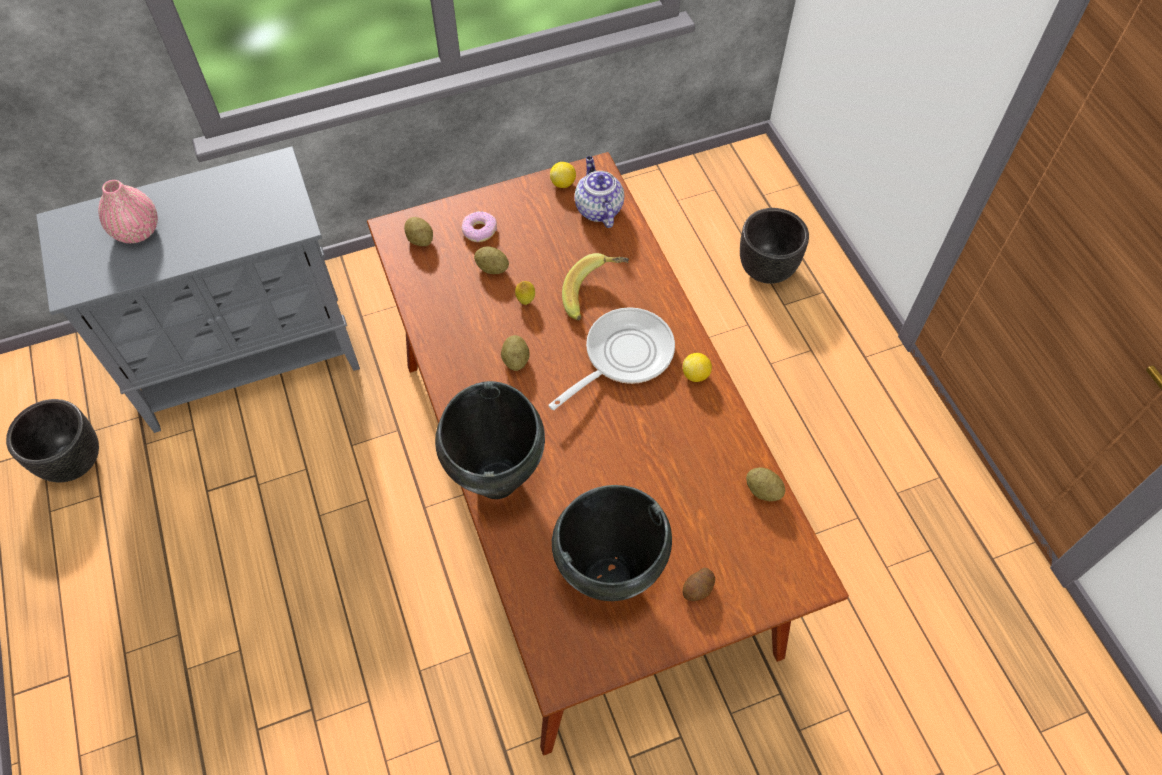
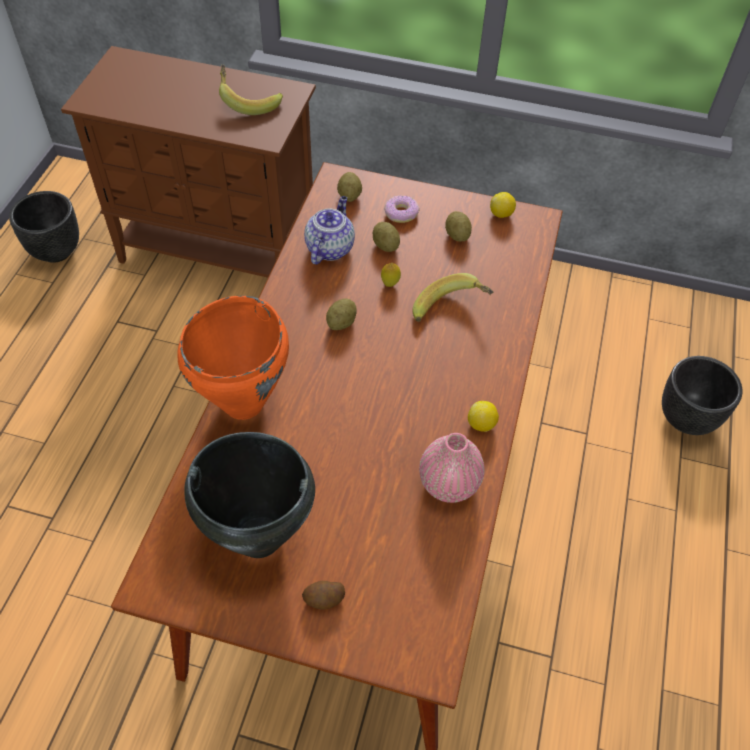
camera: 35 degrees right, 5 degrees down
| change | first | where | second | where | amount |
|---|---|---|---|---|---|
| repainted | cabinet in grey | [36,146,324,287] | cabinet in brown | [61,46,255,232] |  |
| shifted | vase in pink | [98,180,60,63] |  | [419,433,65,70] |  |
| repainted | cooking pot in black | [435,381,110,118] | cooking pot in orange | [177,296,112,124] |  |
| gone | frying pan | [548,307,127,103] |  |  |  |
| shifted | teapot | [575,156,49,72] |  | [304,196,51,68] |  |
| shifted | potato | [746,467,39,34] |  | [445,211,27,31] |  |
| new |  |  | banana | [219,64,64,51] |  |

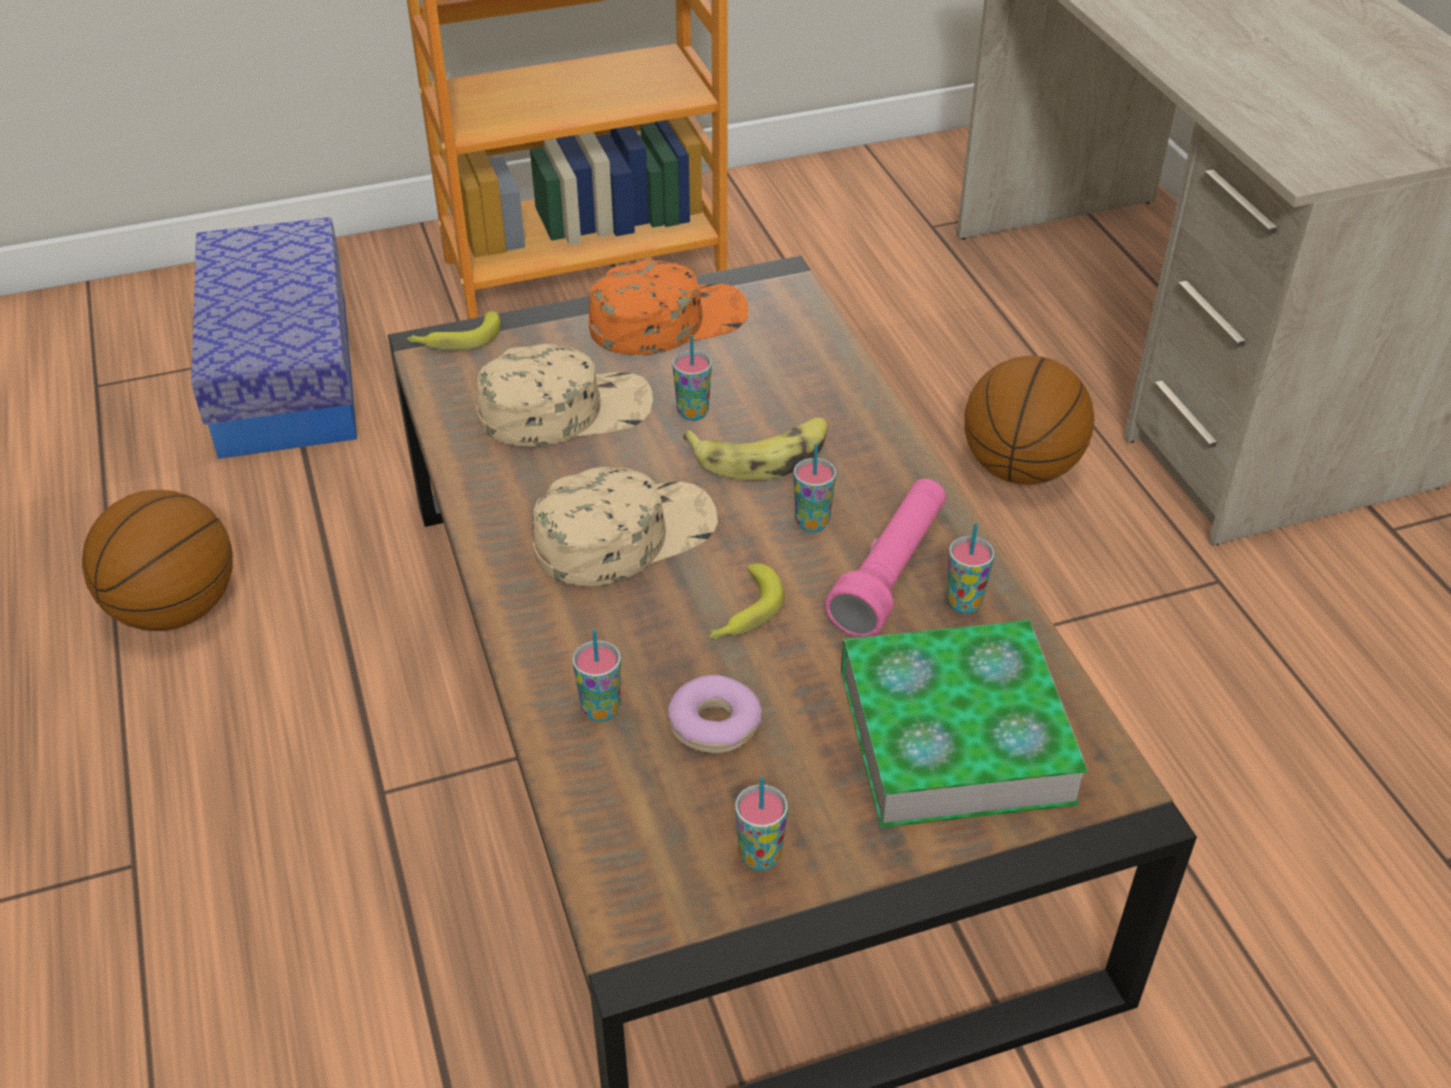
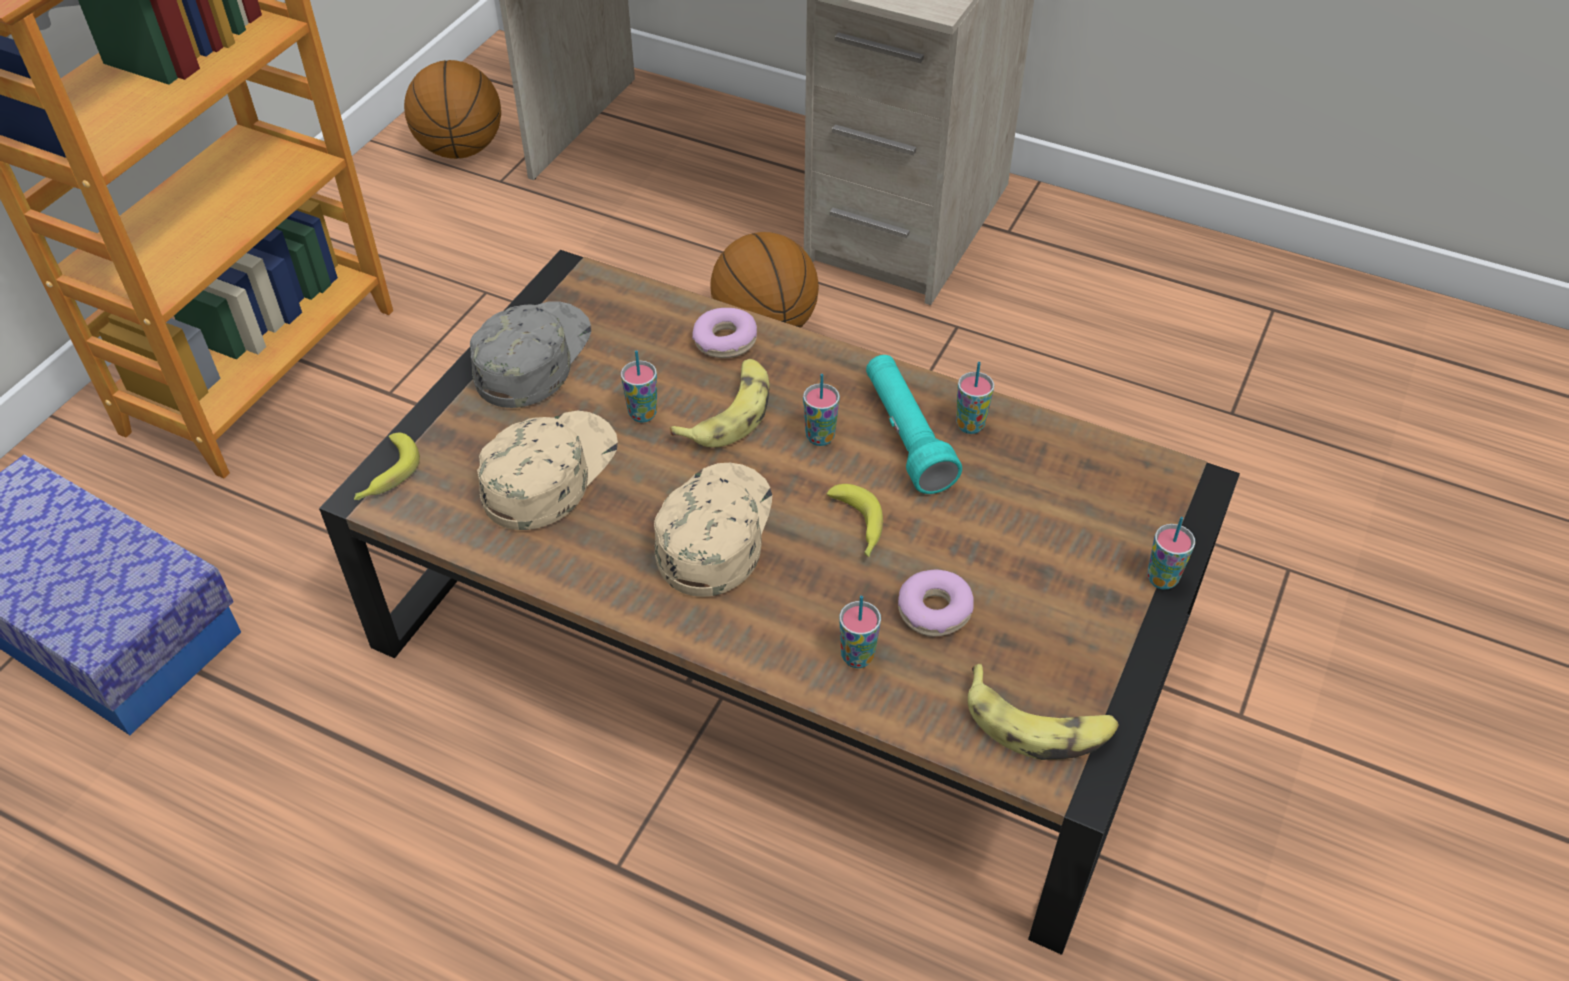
camera: 45 degrees left, 5 degrees up
| change | first | where | second | where | amount |
|---|---|---|---|---|---|
| shifted | basketball | [82,490,151,141] |  | [404,60,97,99] |  |
| repainted | cap in orange | [589,260,159,95] | cap in grey | [470,301,121,107] |  |
| shifted | cup | [735,777,53,94] |  | [1147,517,48,73] |  |
| repainted | flashlight in pink | [825,479,121,158] | flashlight in turquoise | [866,355,96,139] |  |
| gone | book | [841,620,247,208] |  |  |  |
| new |  |  | donut | [692,308,65,50] |  |
| new |  |  | banana | [968,663,151,97] |  |

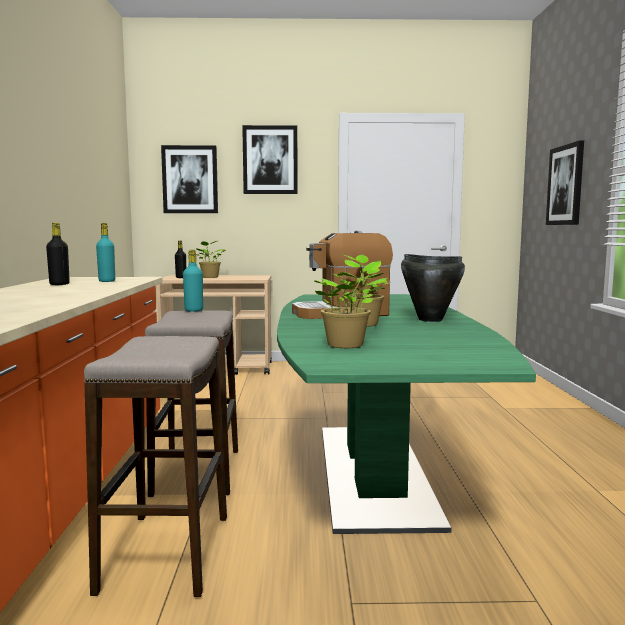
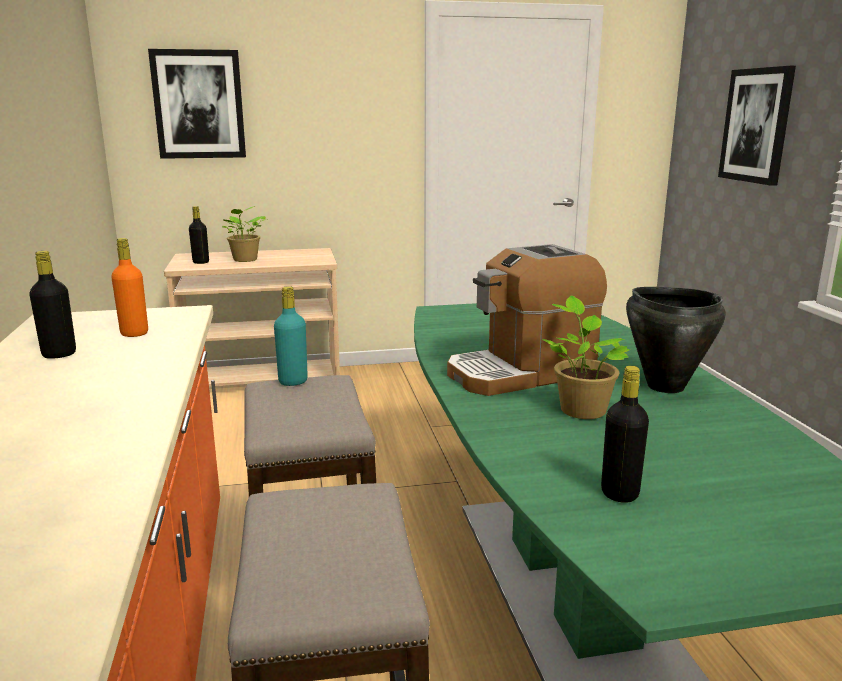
camera: 10 degrees left, 10 degrees up
| change | first | where | second | where | amount |
|---|---|---|---|---|---|
| repainted | bottle in turquoise | [96,223,19,59] | bottle in orange | [111,238,37,99] |  |
| gone | picture | [242,125,56,69] |  |  |  |
| swapped | potted plant | [313,260,74,88] | bottle in black | [601,366,48,137] |  |

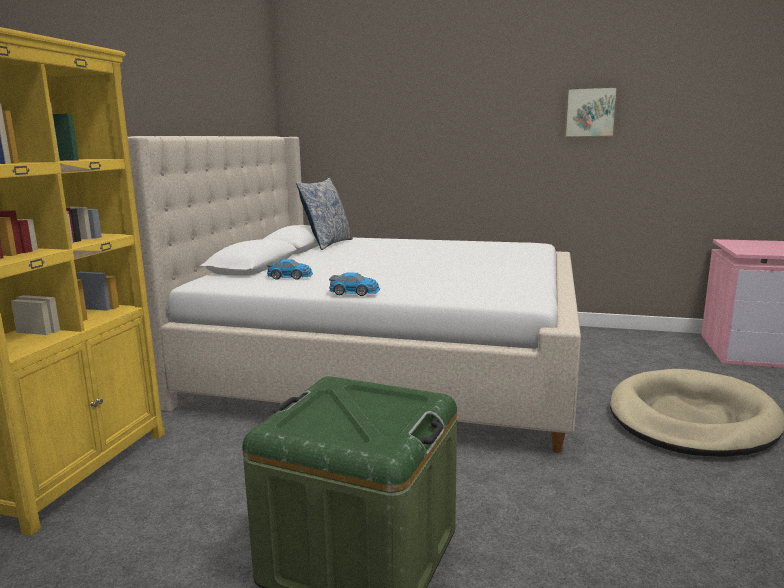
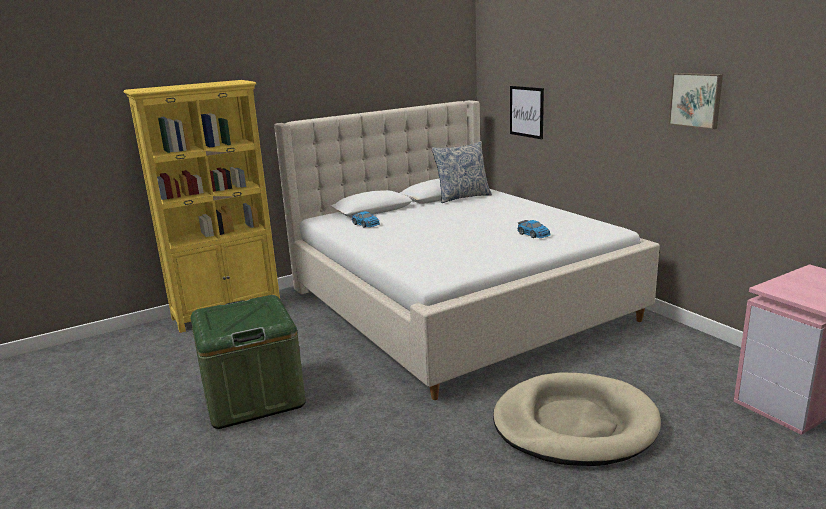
camera: 45 degrees right, 5 degrees up
| change | first | where | second | where | amount |
|---|---|---|---|---|---|
| shifted | toy car | [329,272,51,24] |  | [517,220,34,18] |  |
| new |  |  | picture | [510,86,34,53] |  |

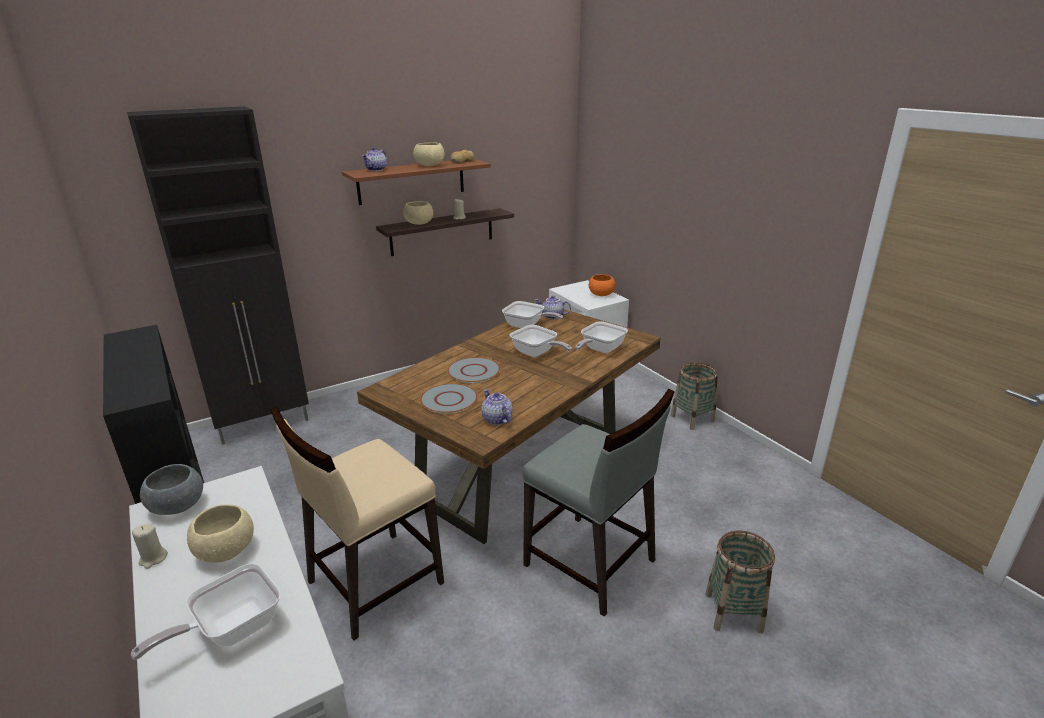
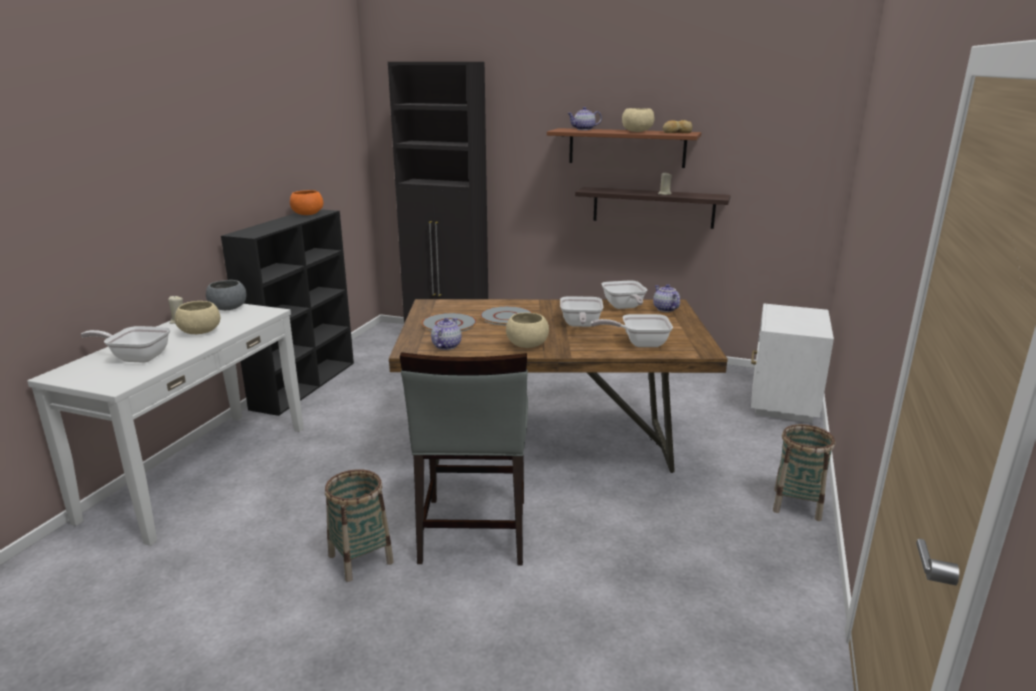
camera: 50 degrees right, 5 degrees down
| change | first | where | second | where | amount |
|---|---|---|---|---|---|
| gone | chair in beige | [270,406,174,235] |  |  |  |
| shifted | bowl in beige | [403,201,30,24] |  | [506,313,43,35] |  |
| shifted | bowl in orange | [589,274,26,22] |  | [290,190,33,25] |  |
| shifted | basket | [705,530,70,104] |  | [325,469,69,113] |  |

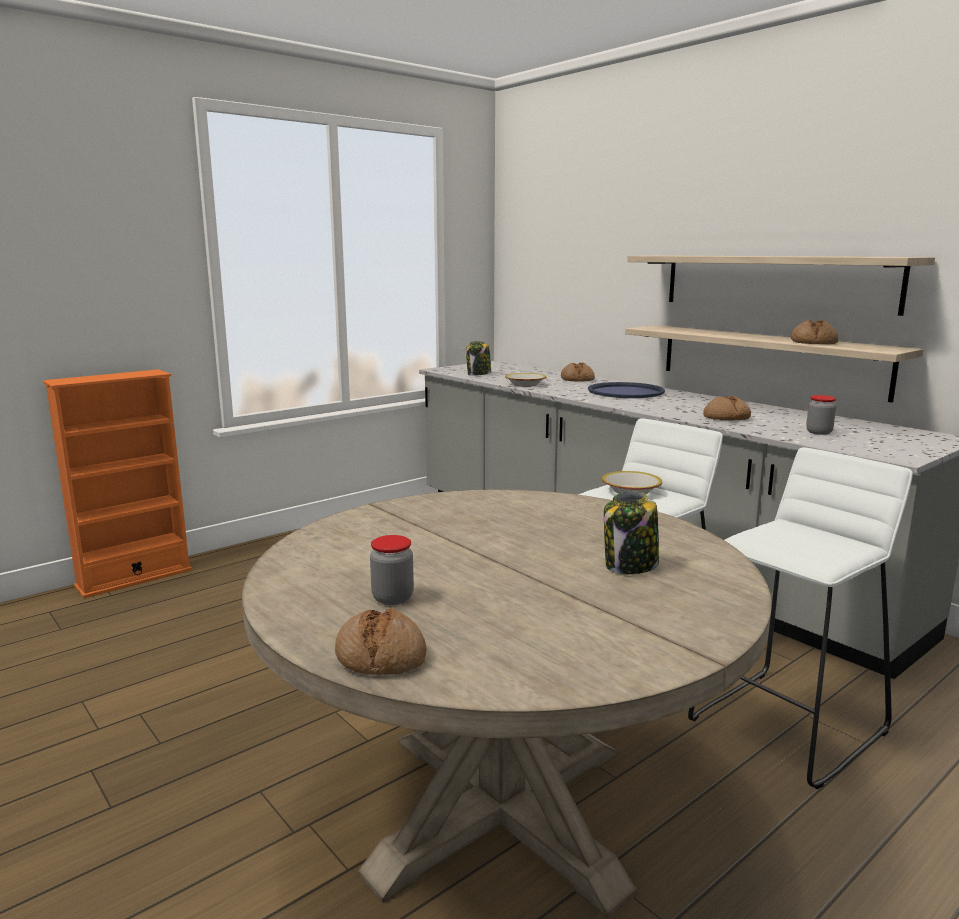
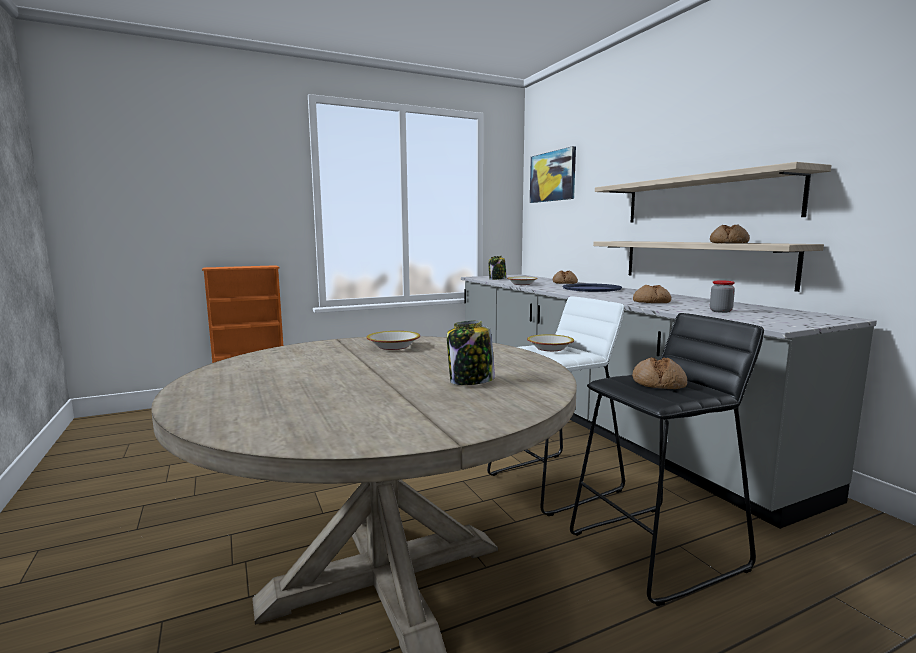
camera: 15 degrees right, 5 degrees down
| change | first | where | second | where | amount |
|---|---|---|---|---|---|
| shifted | bread | [335,608,92,67] |  | [632,357,55,32] |  |
| gone | jar | [370,535,44,70] |  |  |  |
| repainted | stool in white | [688,447,225,342] | stool in black | [570,313,194,293] |  |
| new |  |  | bowl | [367,331,53,19] |  |
| new |  |  | picture | [530,146,46,57] |  |

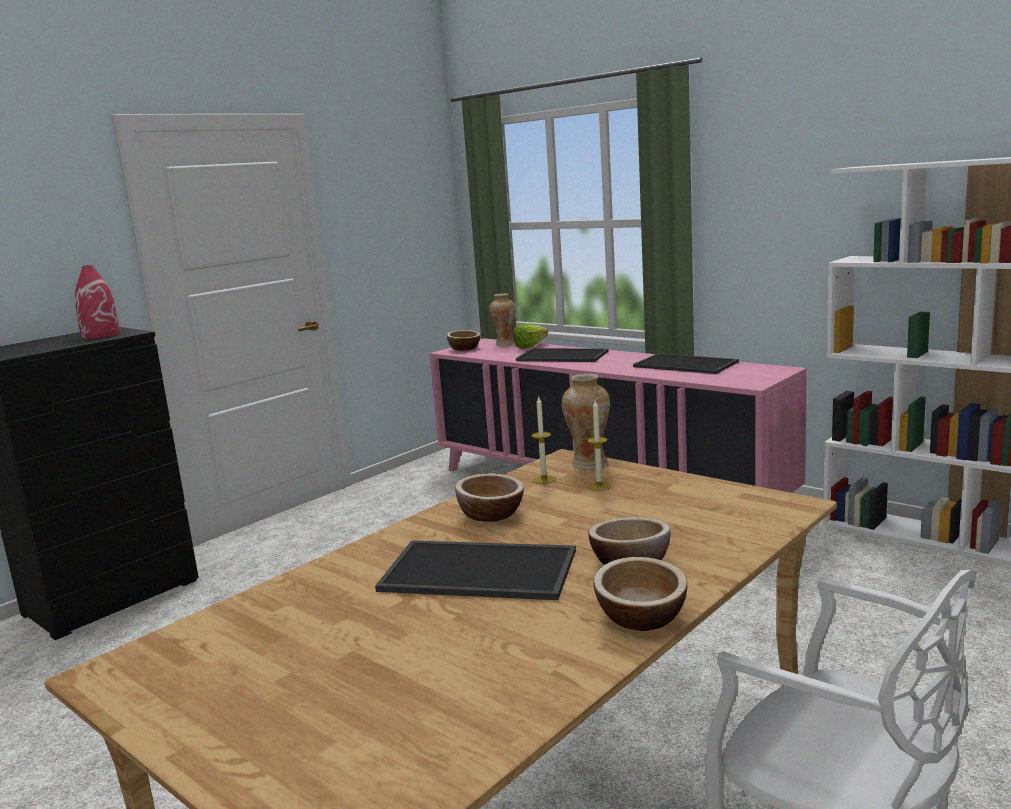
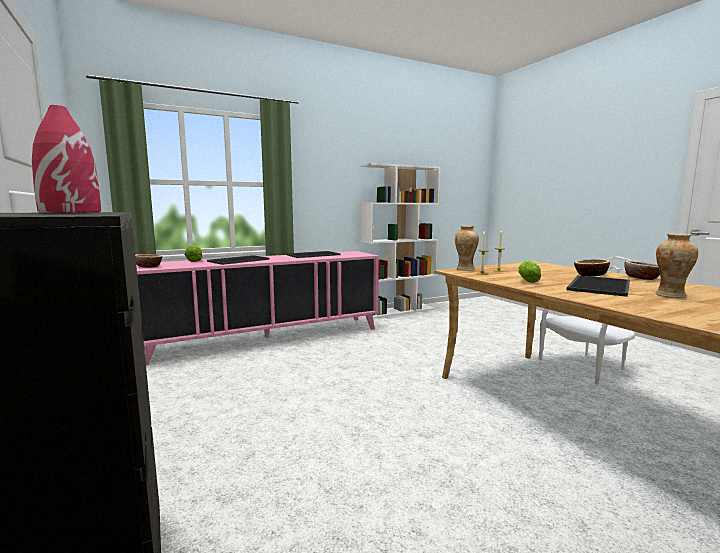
camera: 70 degrees left, 5 degrees down
| change | first | where | second | where | amount |
|---|---|---|---|---|---|
| swapped | bowl | [455,474,69,48] | lettuce | [518,261,23,22] |  |
| shifted | vase | [489,293,27,53] |  | [655,234,43,64] |  |

